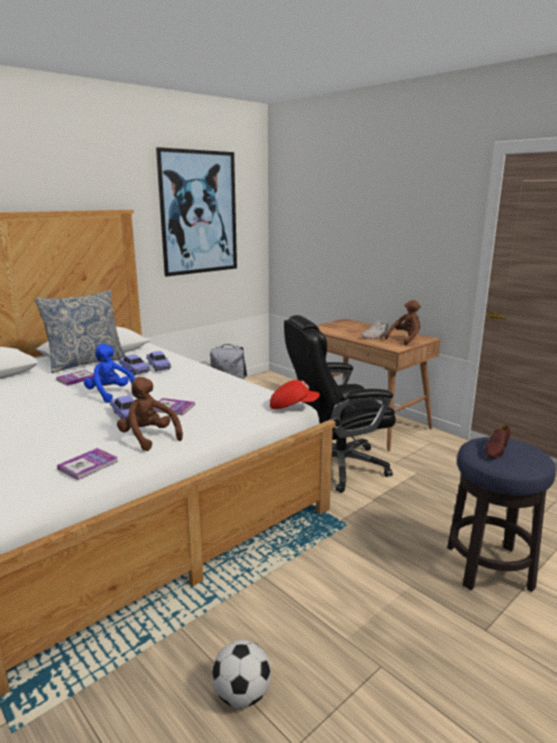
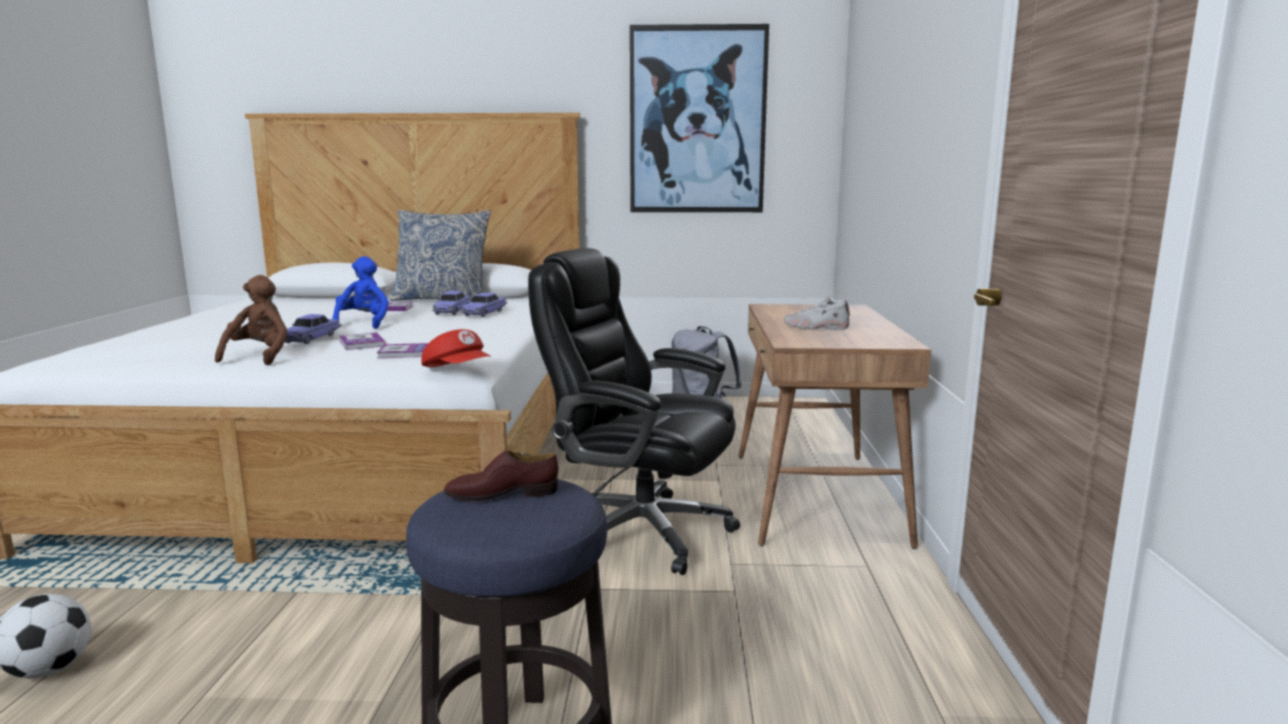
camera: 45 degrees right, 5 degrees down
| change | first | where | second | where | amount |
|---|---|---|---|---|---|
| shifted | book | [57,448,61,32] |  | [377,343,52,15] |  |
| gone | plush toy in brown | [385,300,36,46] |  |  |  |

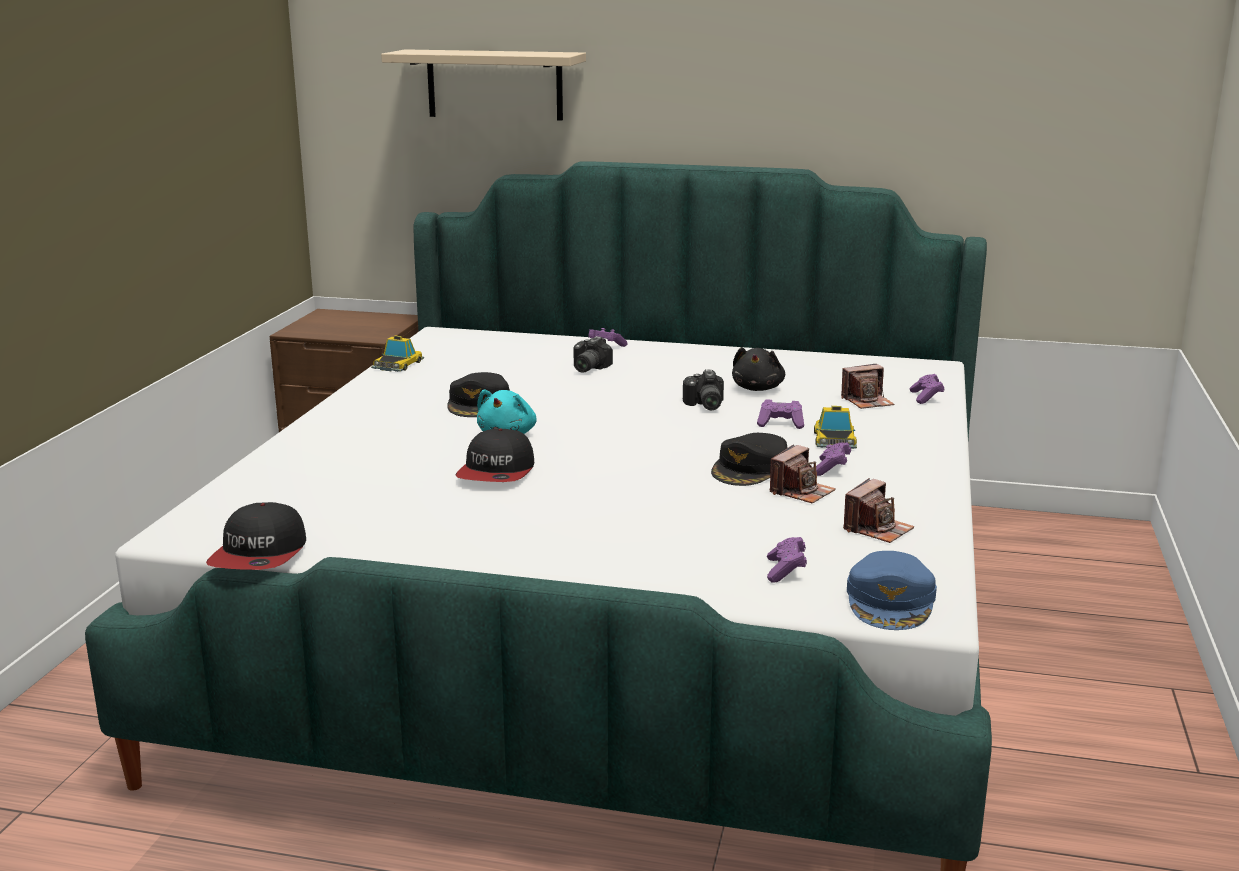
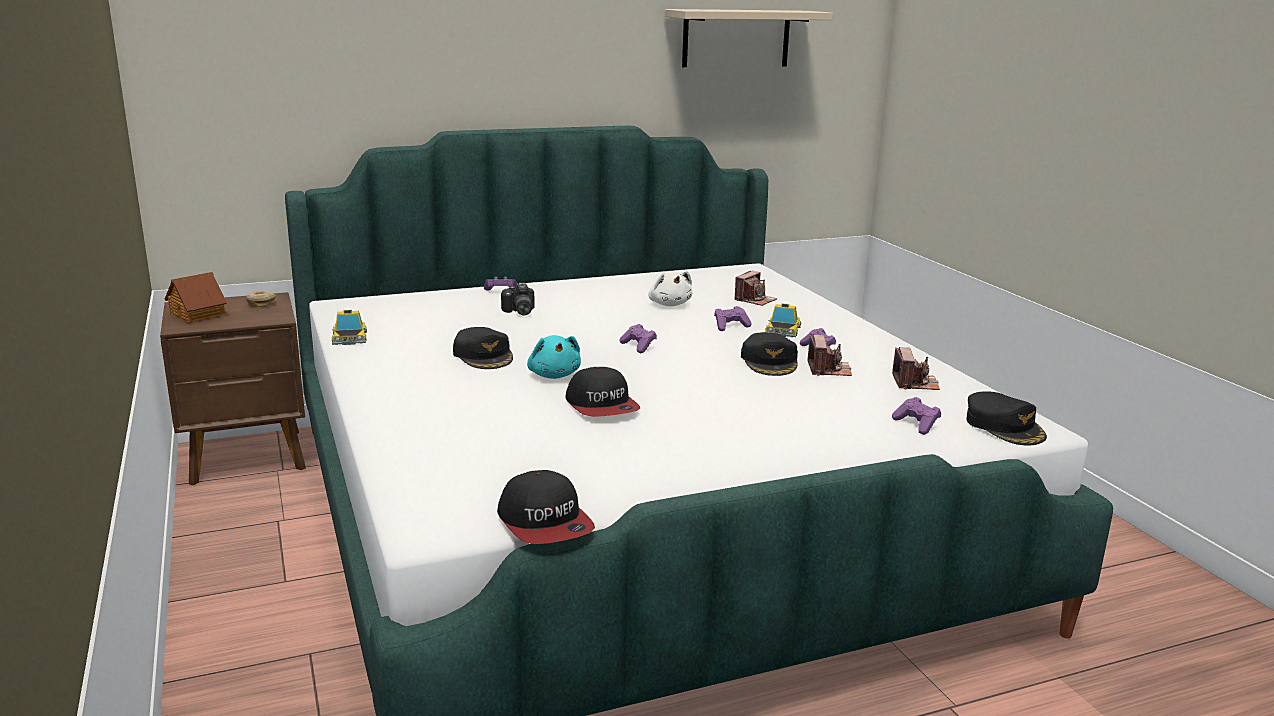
camera: 35 degrees left, 0 degrees up
| change | first | where | second | where | amount |
|---|---|---|---|---|---|
| shifted | shelf in beige | [381,49,205,72] |  | [665,9,168,58] |  |
| gone | photo camera | [683,369,41,41] |  |  |  |
| repainted | plush toy in black | [732,347,53,44] | plush toy in white | [649,271,43,35] |  |
| rotated | toy car | [814,406,43,43] |  | [765,303,36,34] | 45 degrees clockwise |
| repainted | cap in blue | [847,551,90,79] | cap in black | [967,392,80,54] |  |
| shifted | game controller in purple | [910,374,34,30] |  | [619,324,38,29] |  |
| new |  |  | toy house | [165,272,62,51] |  |
| new |  |  | donut | [246,291,30,16] |  |

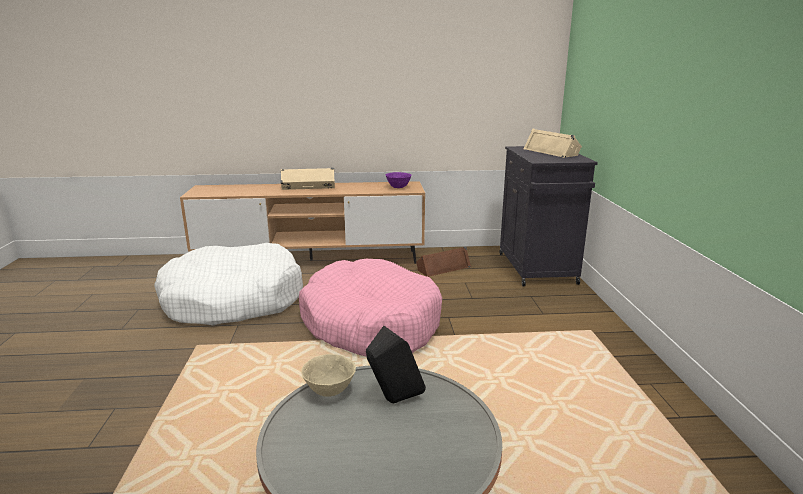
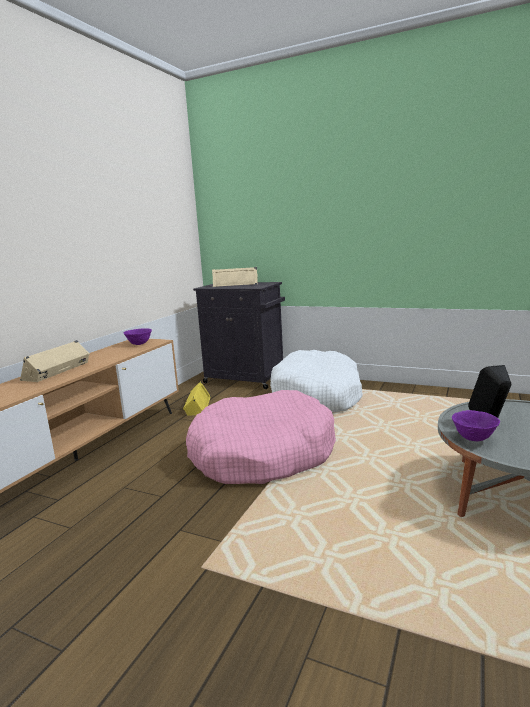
camera: 60 degrees left, 5 degrees down
| change | first | where | second | where | amount |
|---|---|---|---|---|---|
| shifted | dog bed in white | [154,243,149,82] |  | [270,350,93,62] |  |
| repainted | bowl in beige | [301,354,55,43] | bowl in purple | [452,410,48,31] |  |
| repainted | speaker in brown | [416,247,55,30] | speaker in yellow | [183,381,28,35] |  |

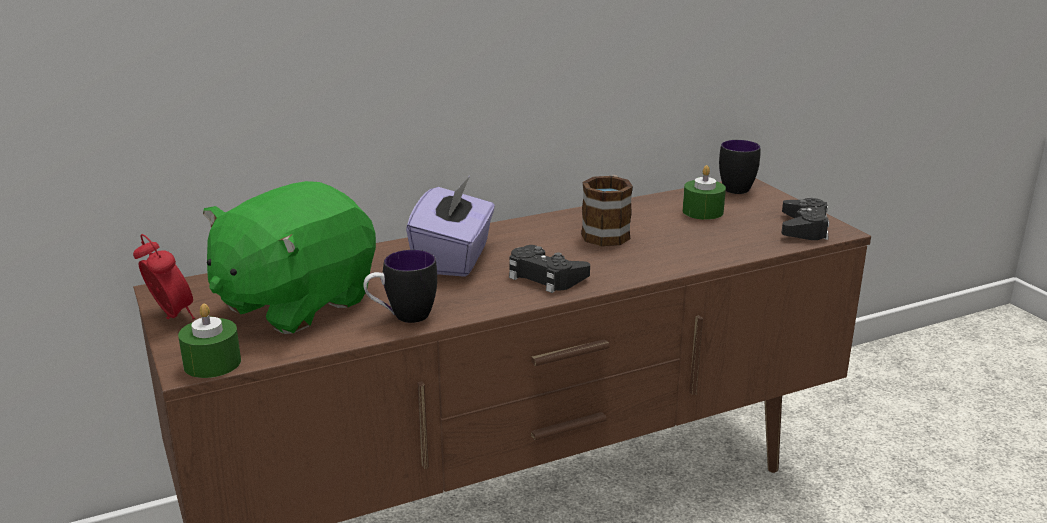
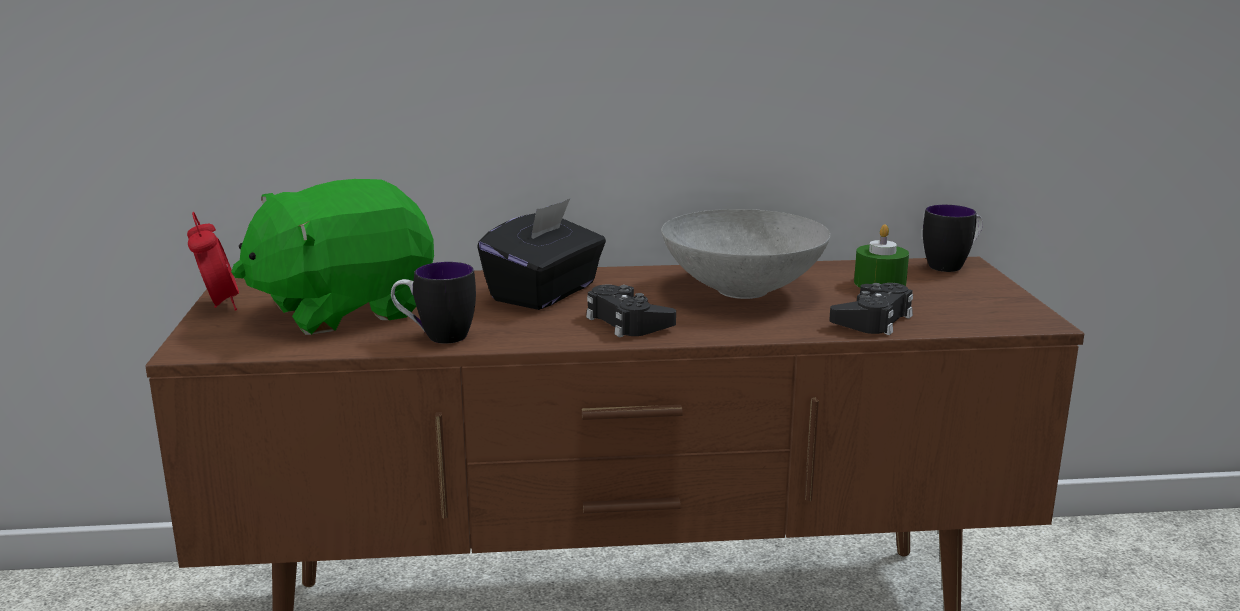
camera: 20 degrees right, 5 degrees down
| change | first | where | second | where | amount |
|---|---|---|---|---|---|
| gone | candle in green | [178,304,63,74] |  |  |  |
| repainted | tissue box in purple | [406,176,89,101] | tissue box in black | [477,199,129,111] |  |
| swapped | mug | [581,175,52,71] | bowl in grey | [661,209,169,90] |  |
| shifted | game controller in black | [781,198,48,42] |  | [829,283,84,52] |  |

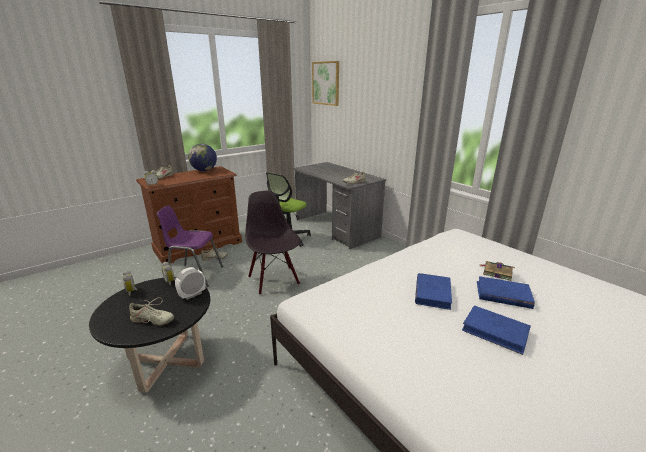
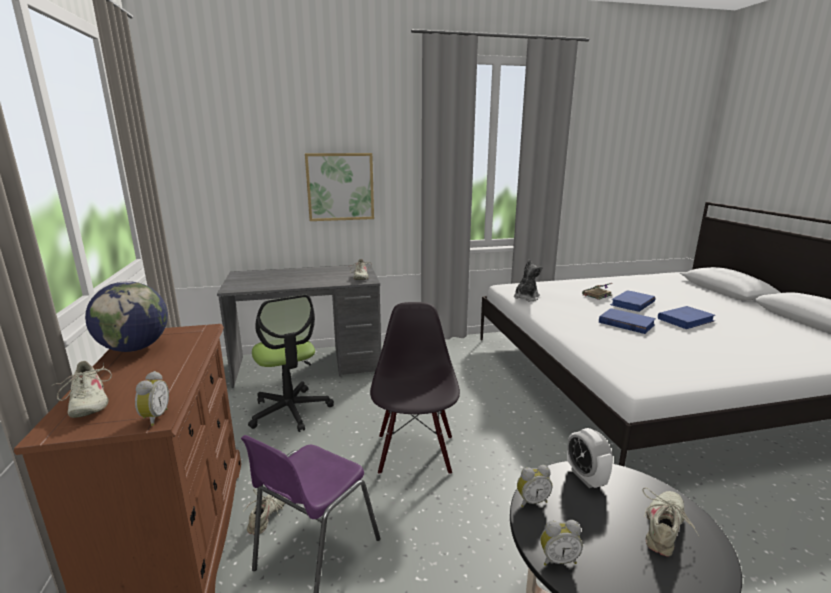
camera: 65 degrees left, 5 degrees down
| change | first | where | second | where | amount |
|---|---|---|---|---|---|
| rotated | chair in black | [245,191,56,104] |  | [370,302,90,173] | 90 degrees clockwise |
| shifted | picture | [312,61,27,45] |  | [305,153,69,68] |  |
| new |  |  | plush toy | [514,260,29,41] |  |

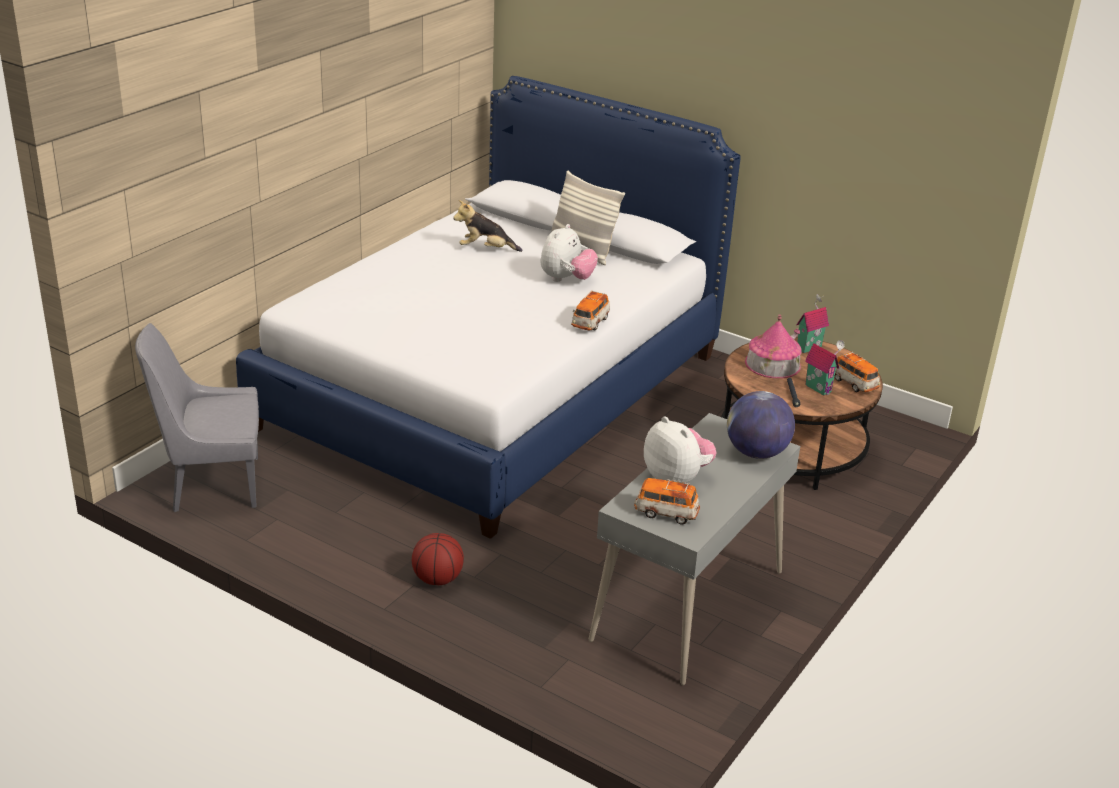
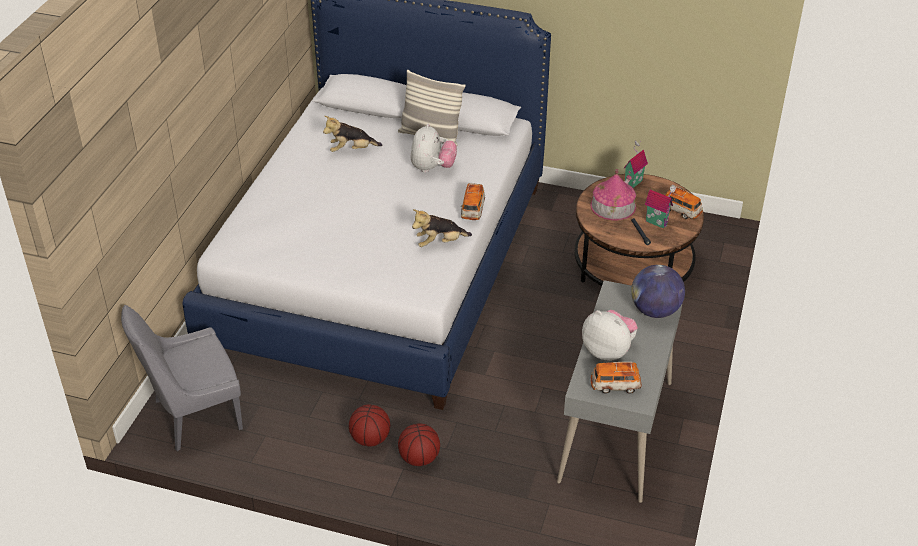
camera: 15 degrees left, 10 degrees up
| change | first | where | second | where | amount |
|---|---|---|---|---|---|
| new |  |  | basketball | [349,405,41,41] |  |
| new |  |  | plush toy | [412,209,60,38] |  |

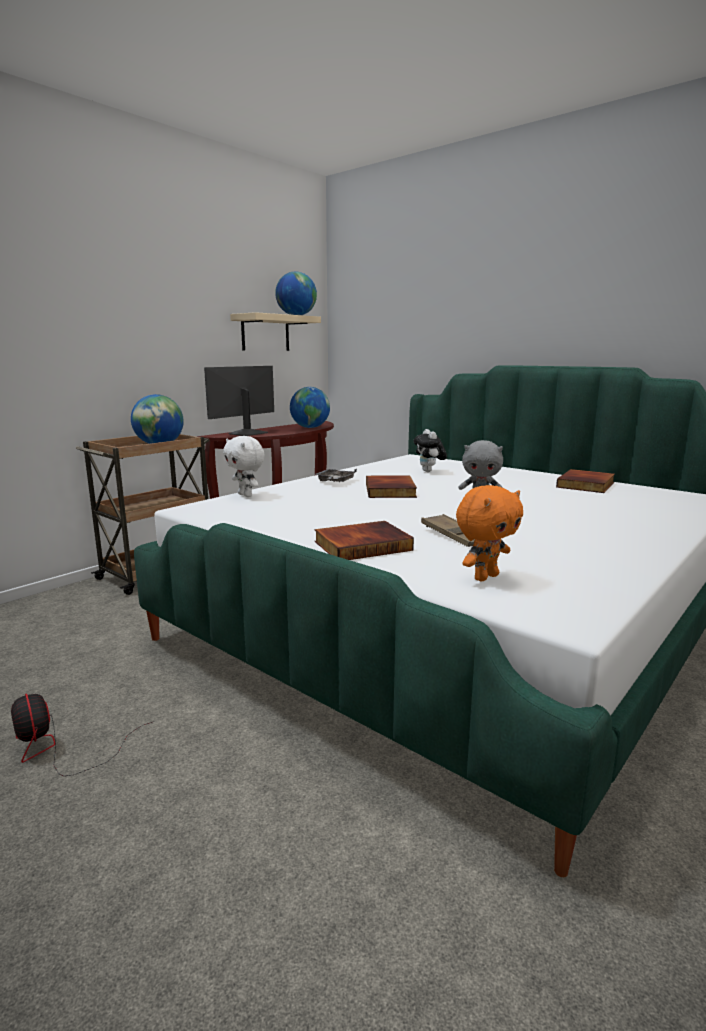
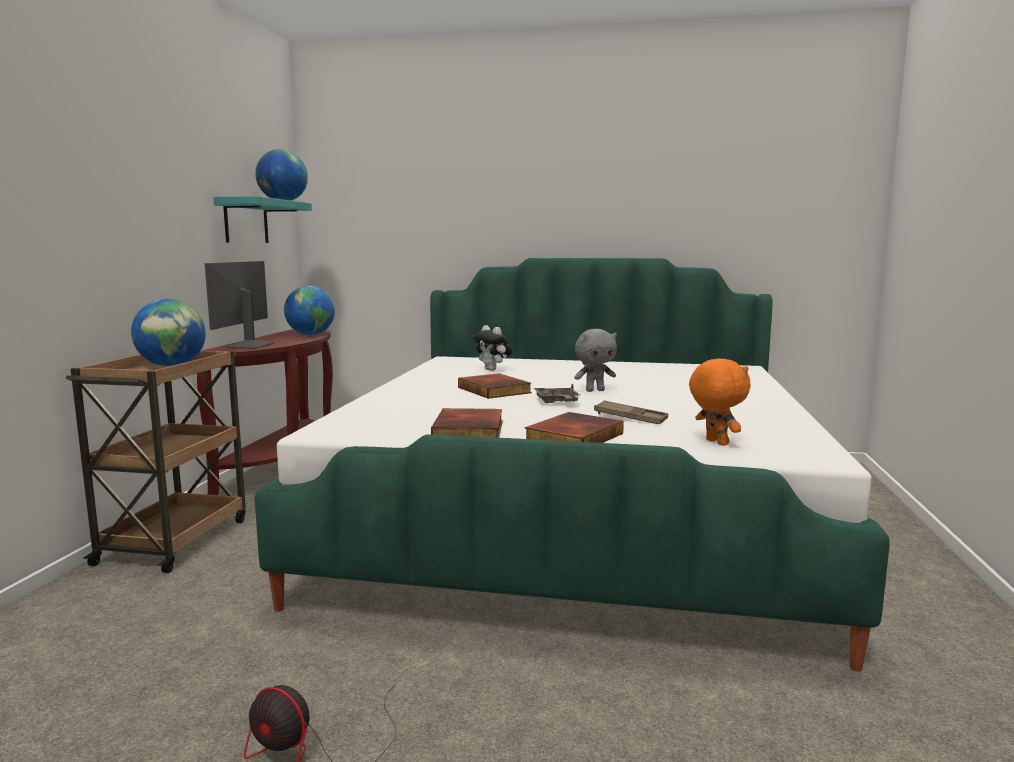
camera: 30 degrees left, 5 degrees down
| change | first | where | second | where | amount |
|---|---|---|---|---|---|
| gone | plush toy in white | [223,436,42,61] |  |  |  |
| repainted | shelf in beige | [230,312,91,39] | shelf in turquoise | [213,196,99,47] |  |
| shifted | tray in grey | [316,469,41,13] |  | [534,384,46,19] |  |
| rotated | plush toy in orange | [456,485,67,96] |  | [689,359,62,87] | 45 degrees counterclockwise |
| shifted | book | [556,469,59,24] |  | [431,408,72,30] |  |

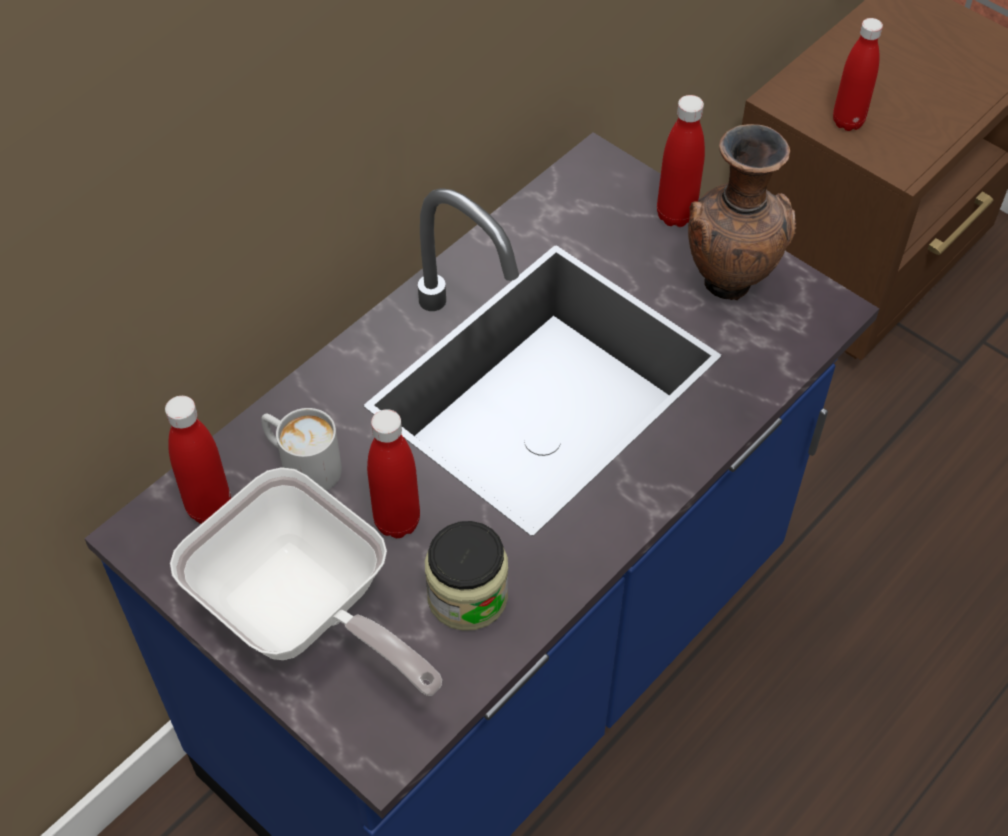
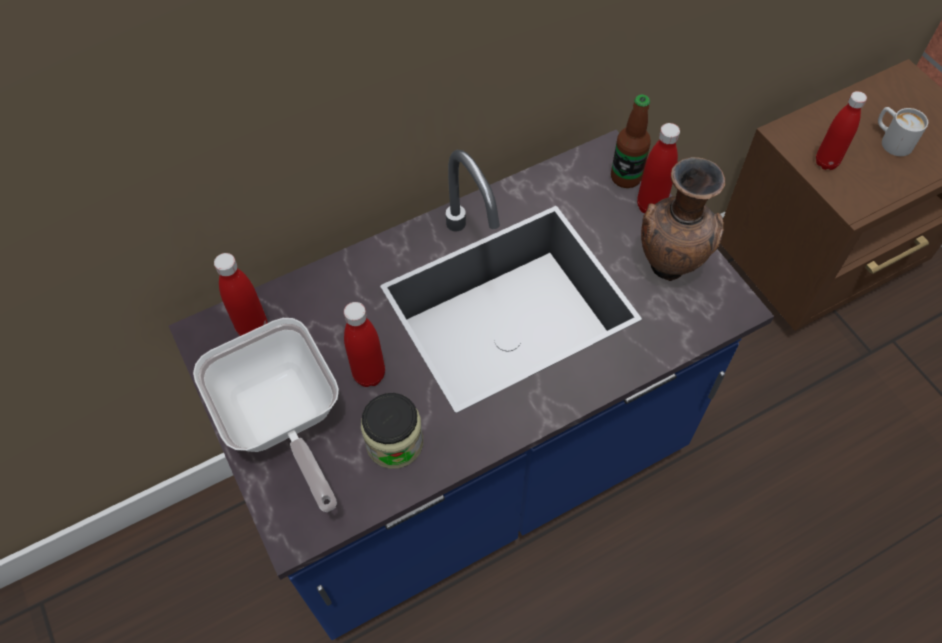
camera: 20 degrees right, 5 degrees up
| change | first | where | second | where | amount |
|---|---|---|---|---|---|
| shifted | mug in white | [261,408,81,83] |  | [878,107,50,49] |  |
| new |  |  | bottle | [611,94,40,94] |  |

